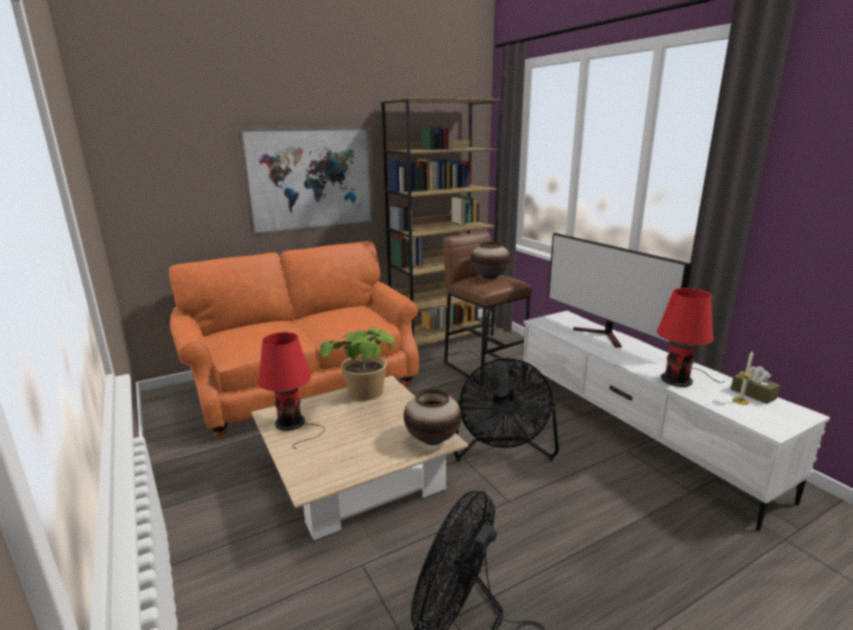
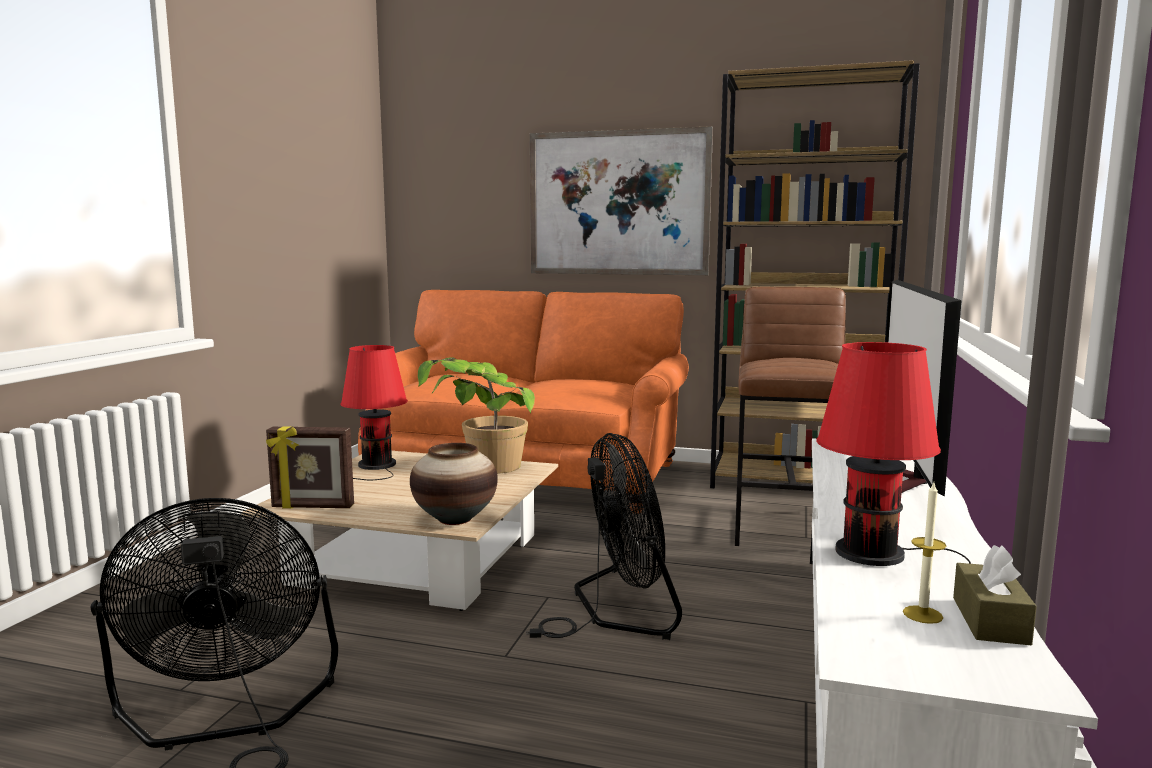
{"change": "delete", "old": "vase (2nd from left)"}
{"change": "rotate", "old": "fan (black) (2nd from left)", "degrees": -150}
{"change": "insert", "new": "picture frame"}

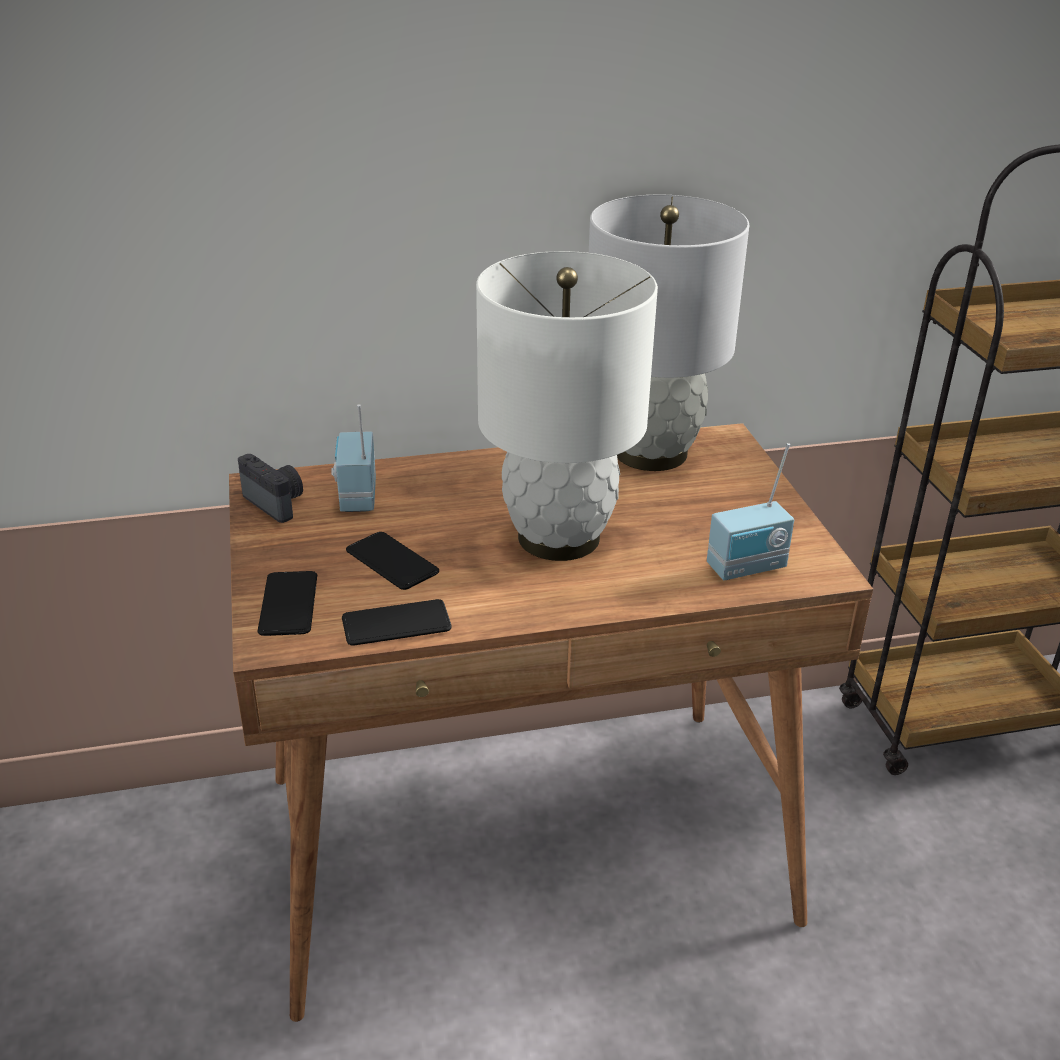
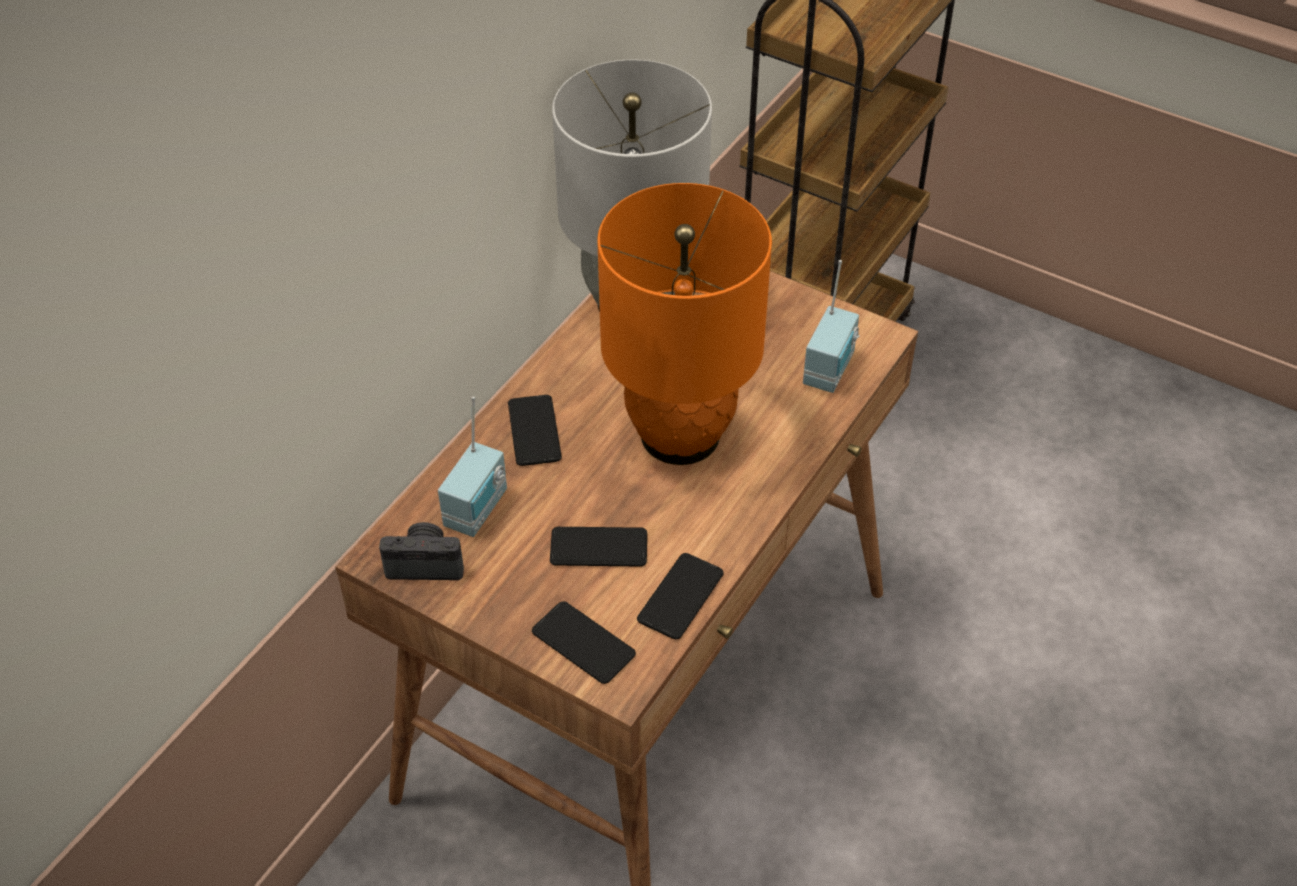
{"change": "recolor", "old": "table lamp (white) (1st from left)", "new": "table lamp (orange)"}
{"change": "rotate", "old": "radio (1st from left)", "degrees": -105}
{"change": "insert", "new": "phone (1st from left)"}

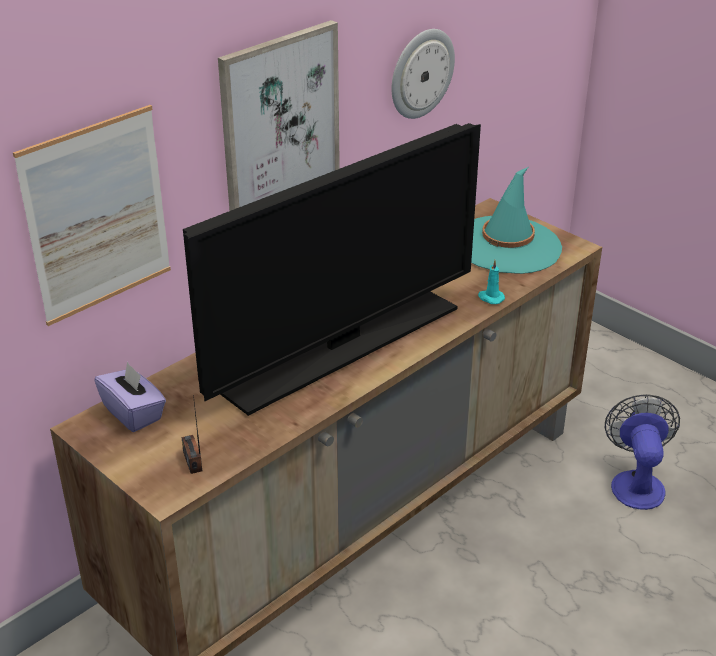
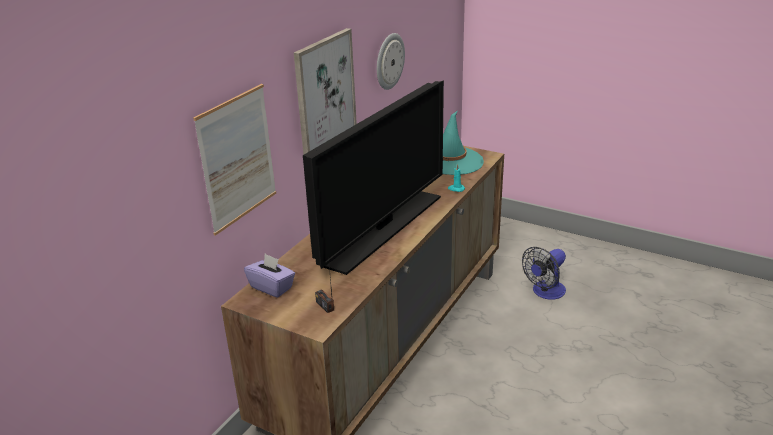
{"change": "rotate", "old": "fan", "degrees": -120}

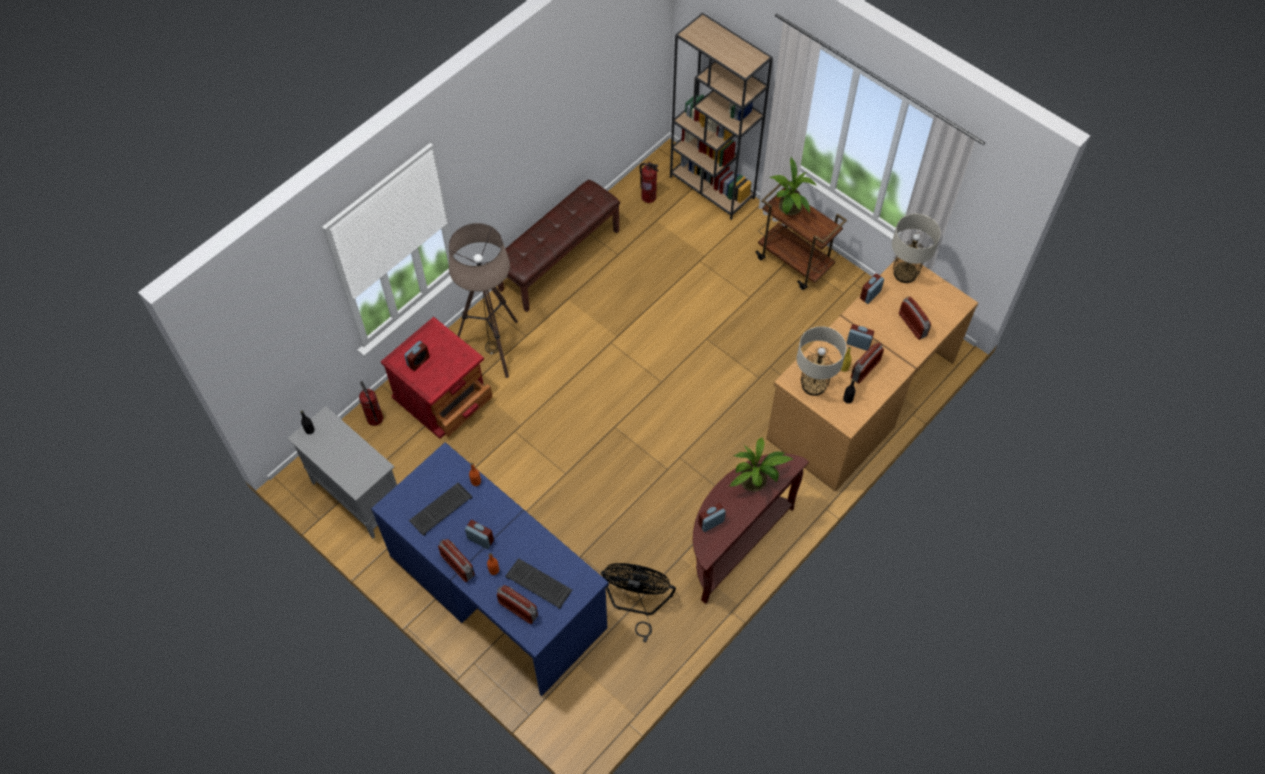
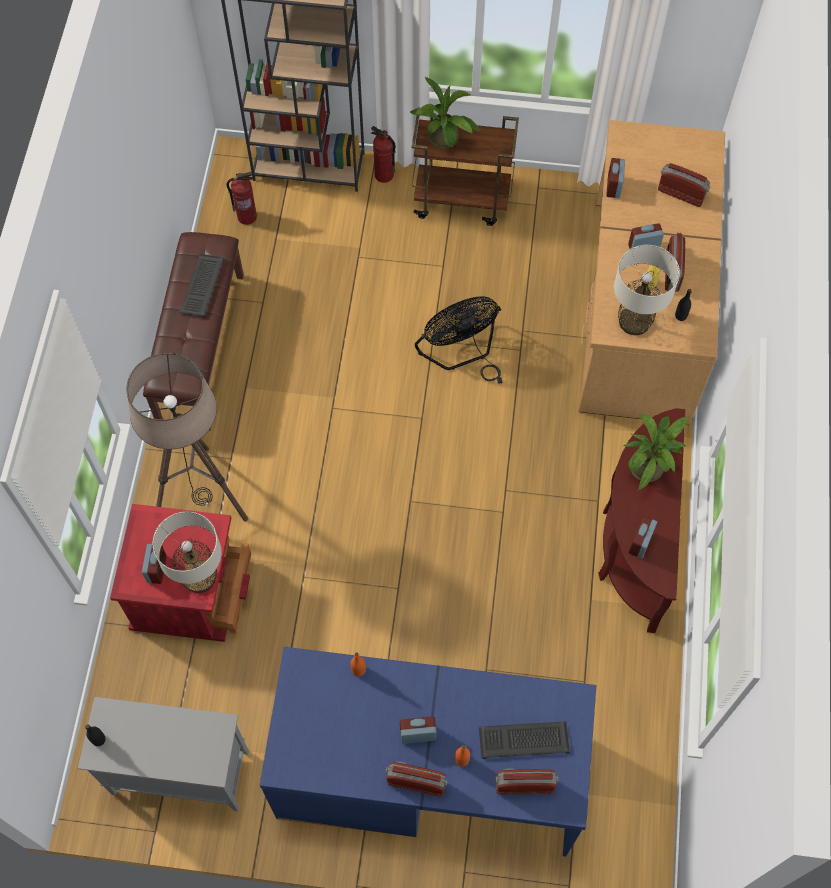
{"change": "move", "old": "table lamp (2nd from left in the first image)", "new": "table lamp (1st from left)"}
{"change": "move", "old": "fire extinguisher (1st from left in the first image)", "new": "fire extinguisher (2nd from left)"}
{"change": "move", "old": "keyboard (1st from left)"}
{"change": "move", "old": "fan (black)"}

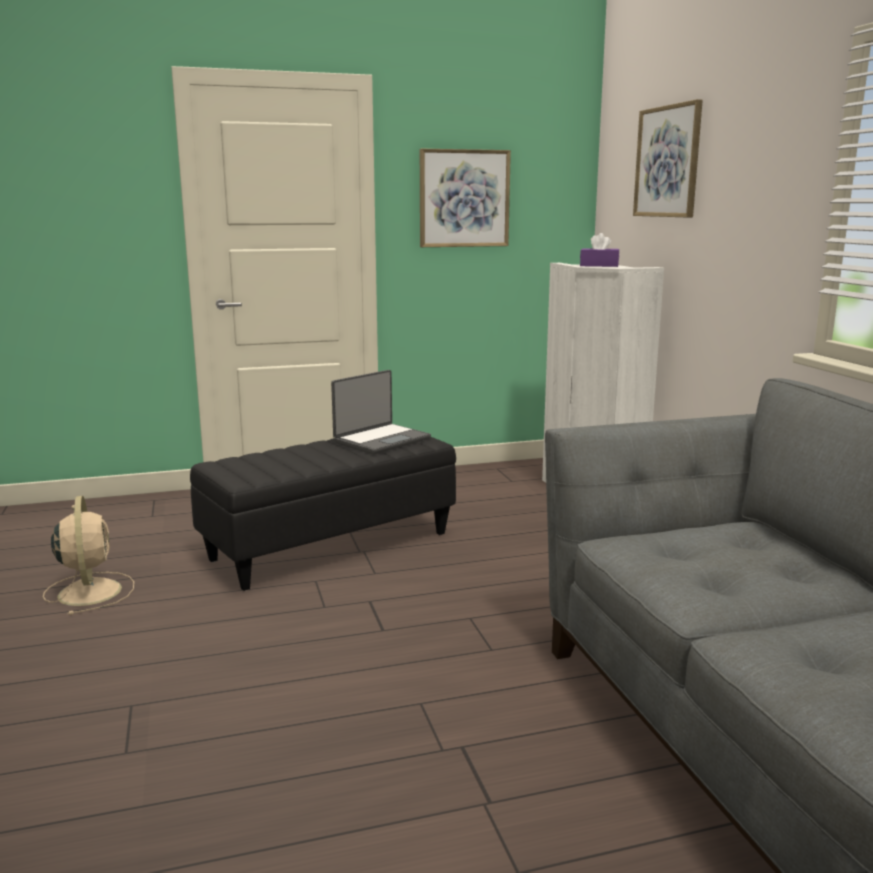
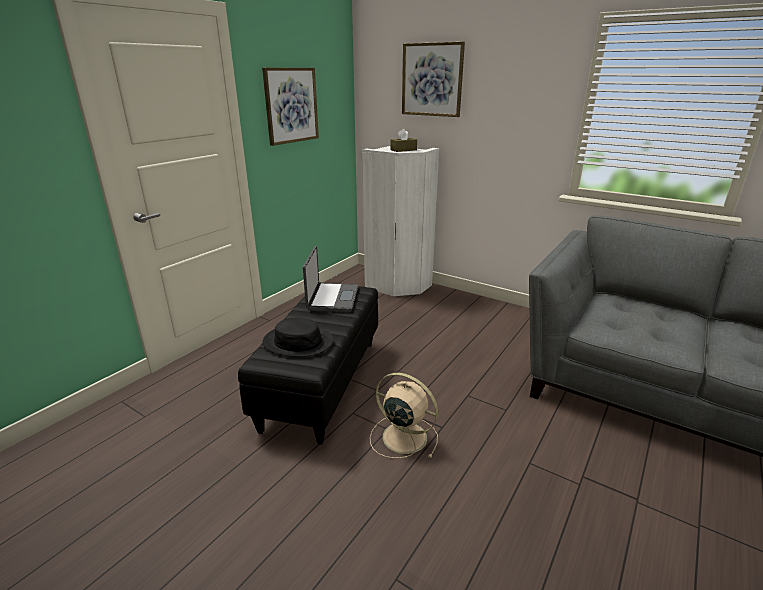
{"change": "recolor", "old": "tissue box (purple)", "new": "tissue box (brown)"}
{"change": "move", "old": "fan (beige)"}
{"change": "insert", "new": "hat (black)"}

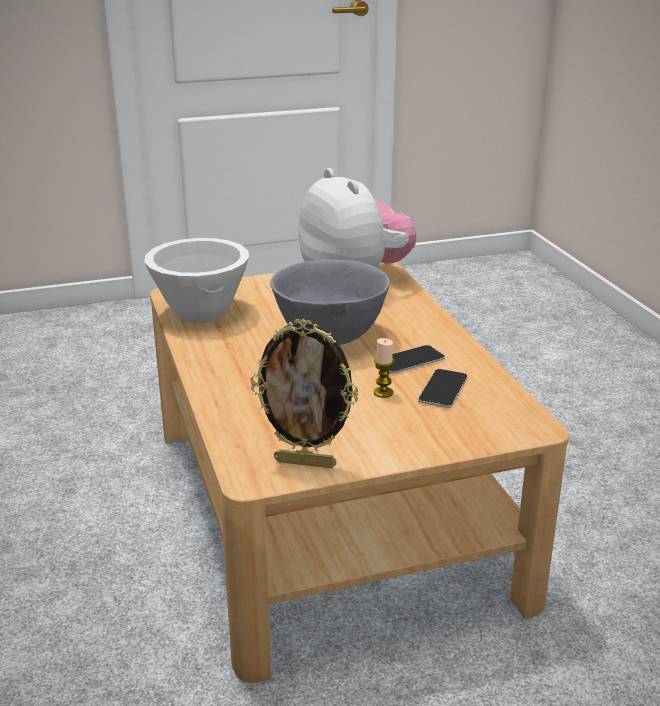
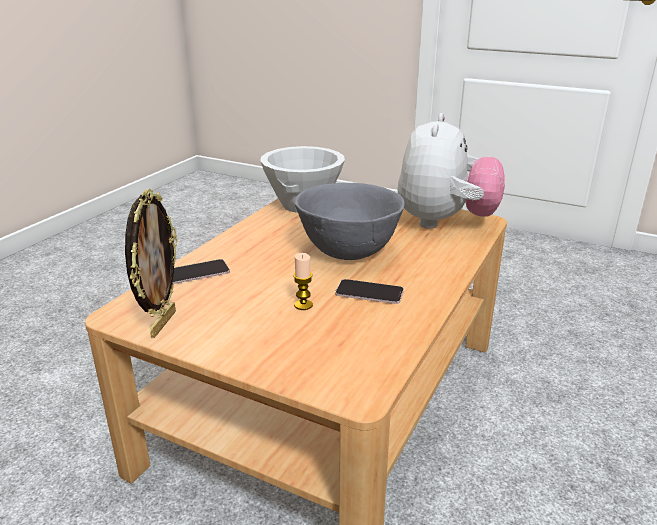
{"change": "rotate", "old": "picture frame", "degrees": -135}
{"change": "move", "old": "phone (2nd from left in the first image)", "new": "phone (1st from left)"}

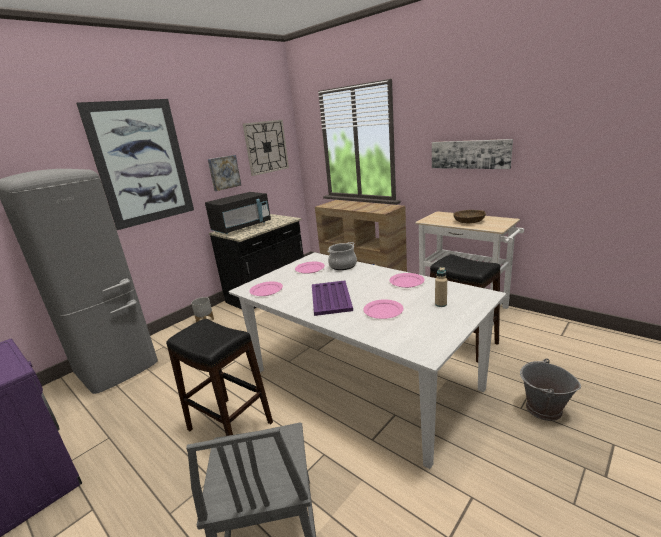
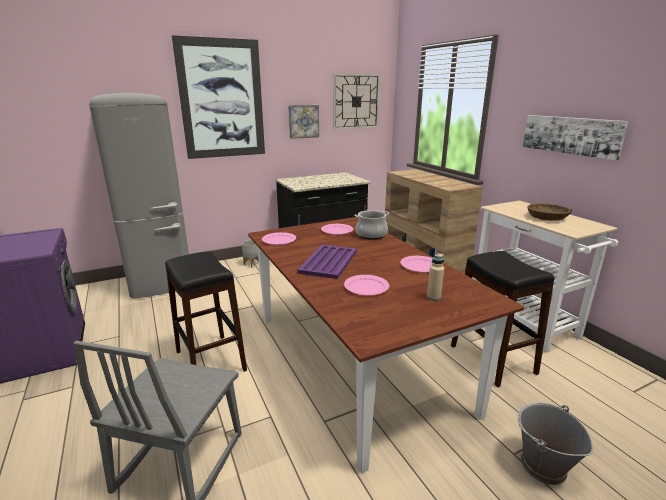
{"change": "delete", "old": "microwave (black)"}
{"change": "recolor", "old": "dining table (white)", "new": "dining table (brown)"}

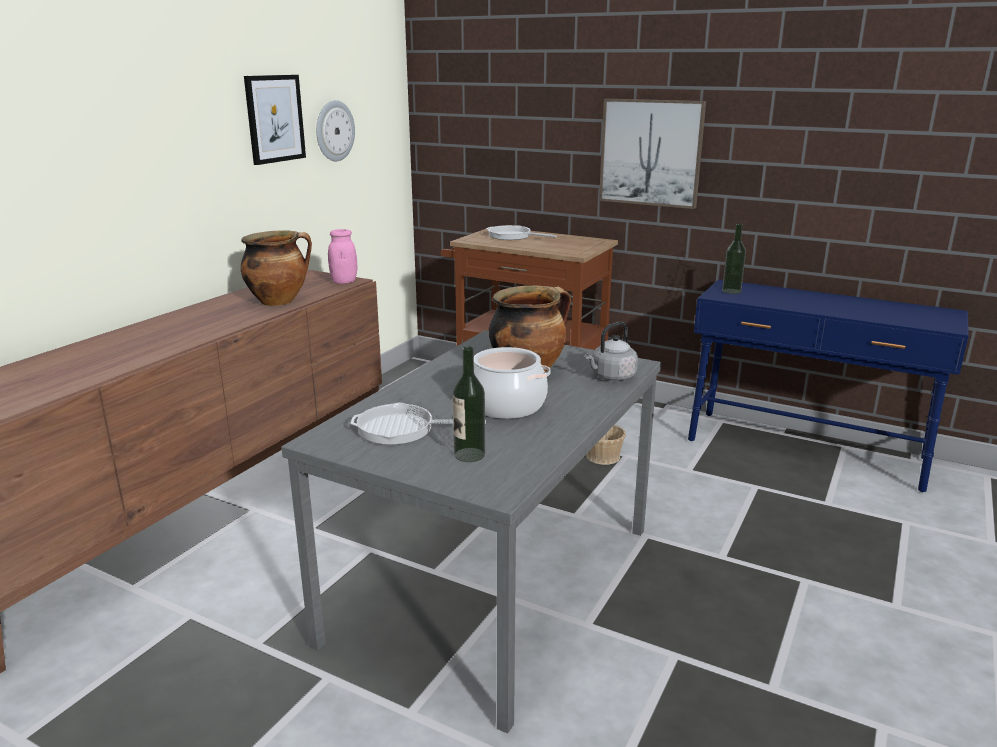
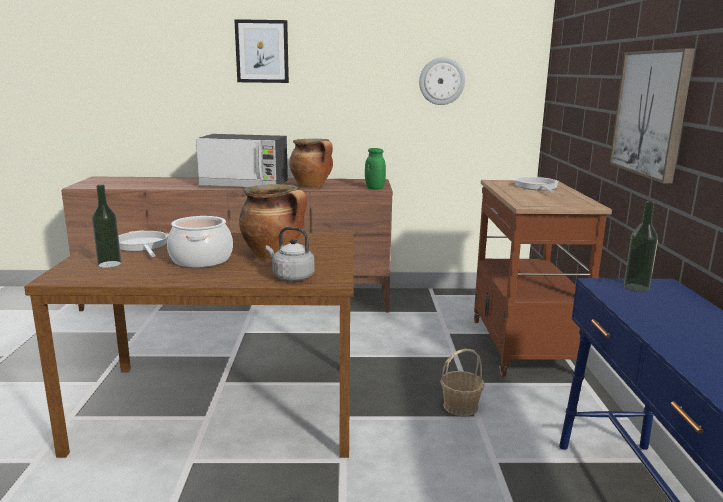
{"change": "move", "old": "picture (1st from left)"}
{"change": "recolor", "old": "jar (pink)", "new": "jar (green)"}
{"change": "recolor", "old": "dining table (grey)", "new": "dining table (brown)"}
{"change": "insert", "new": "microwave"}

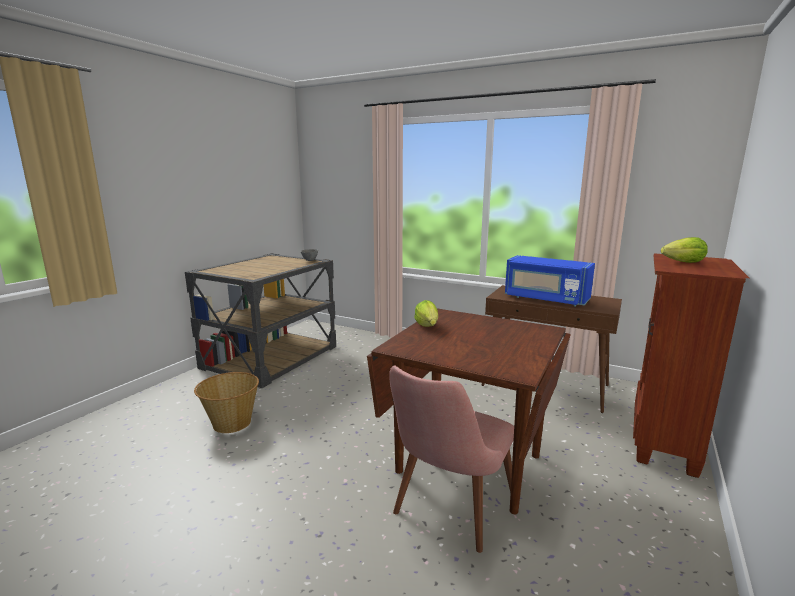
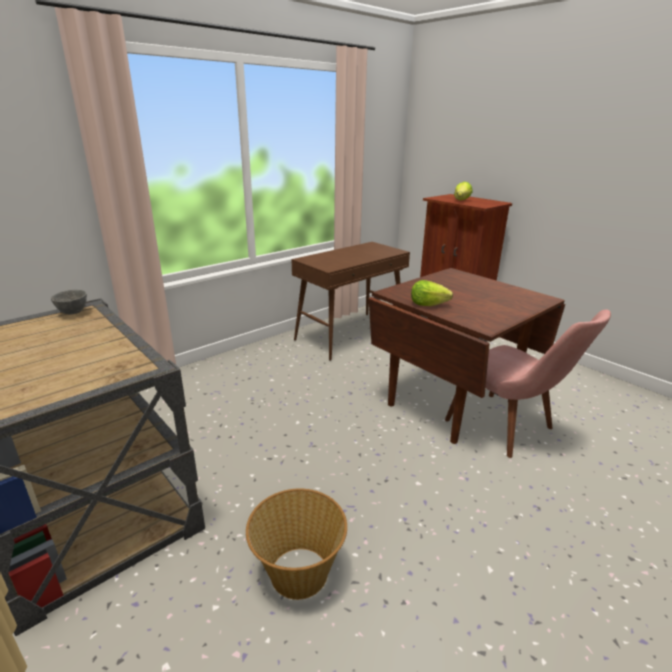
{"change": "delete", "old": "microwave (blue)"}

